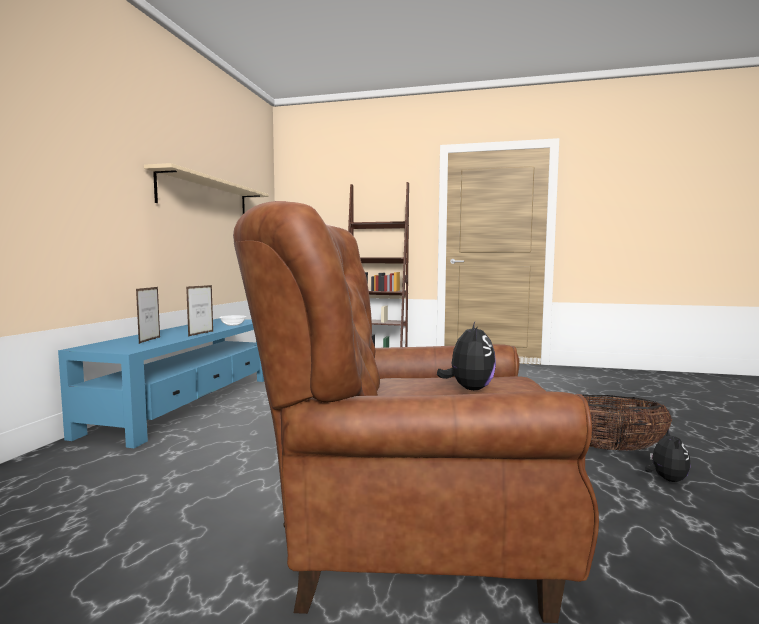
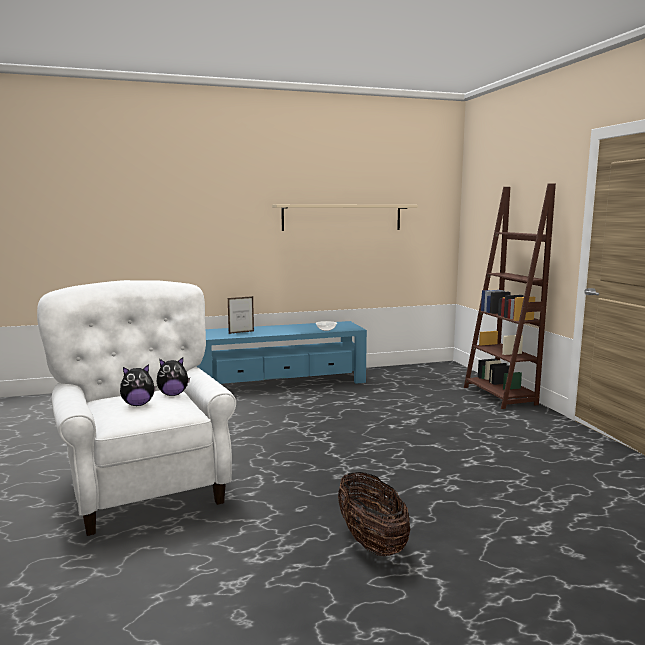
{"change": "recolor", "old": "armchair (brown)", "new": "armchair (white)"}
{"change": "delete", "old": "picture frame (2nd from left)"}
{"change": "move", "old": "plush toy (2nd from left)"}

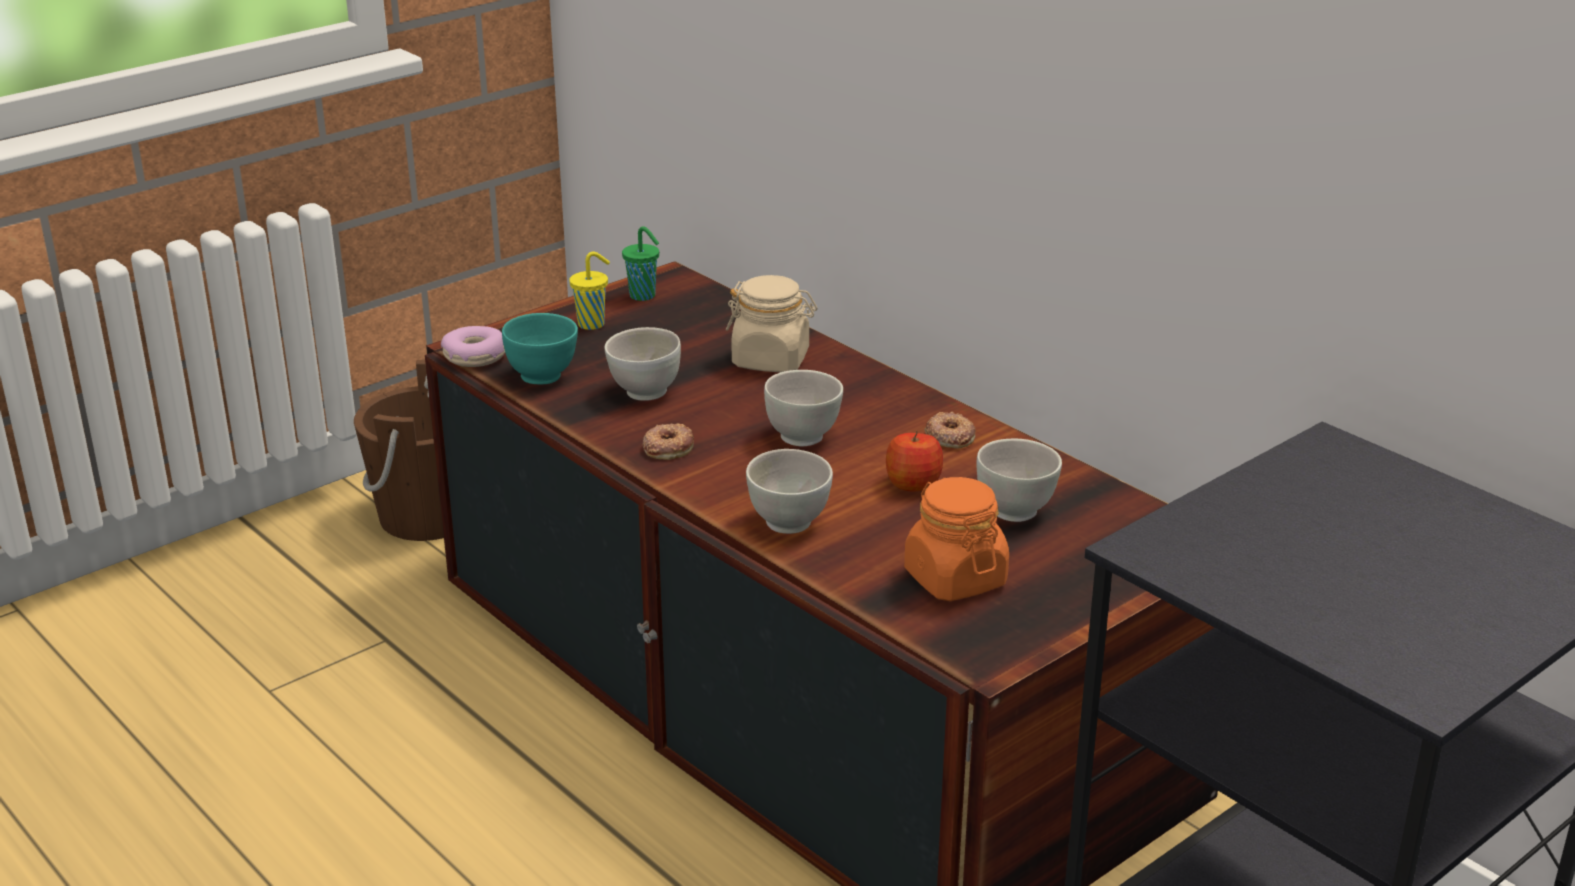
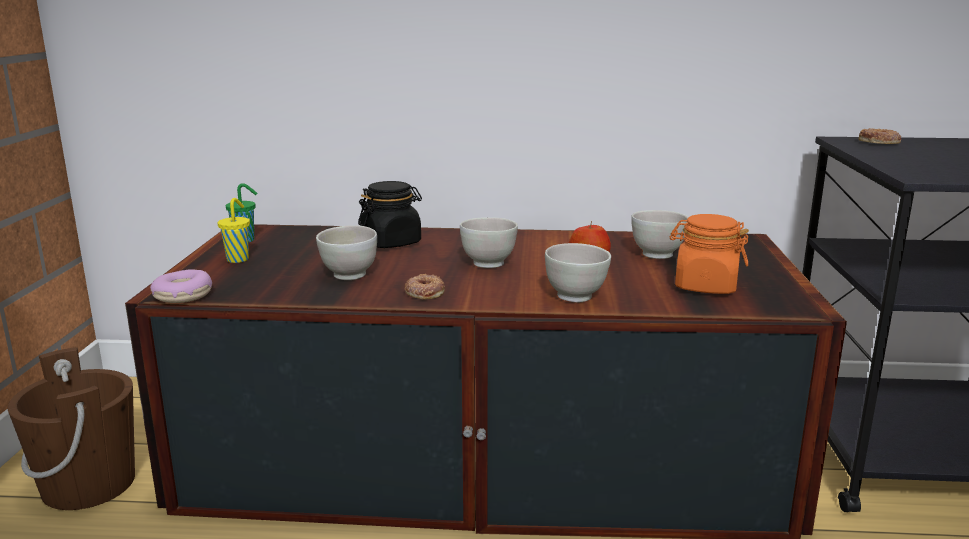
{"change": "recolor", "old": "jar (beige)", "new": "jar (black)"}
{"change": "delete", "old": "bowl (turquoise)"}
{"change": "move", "old": "donut (3rd from left)"}

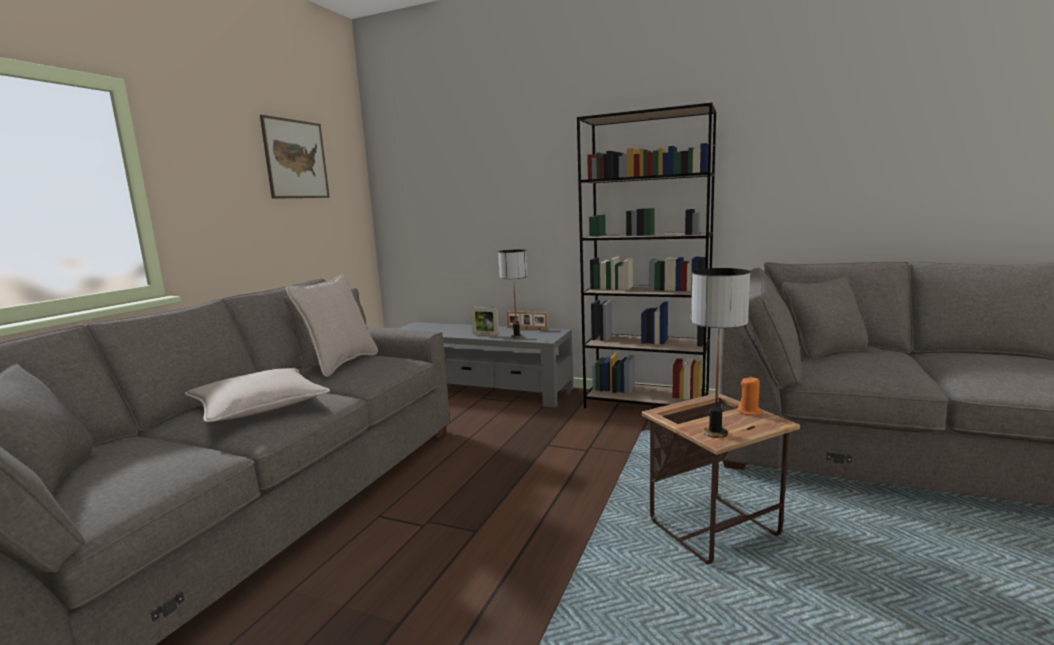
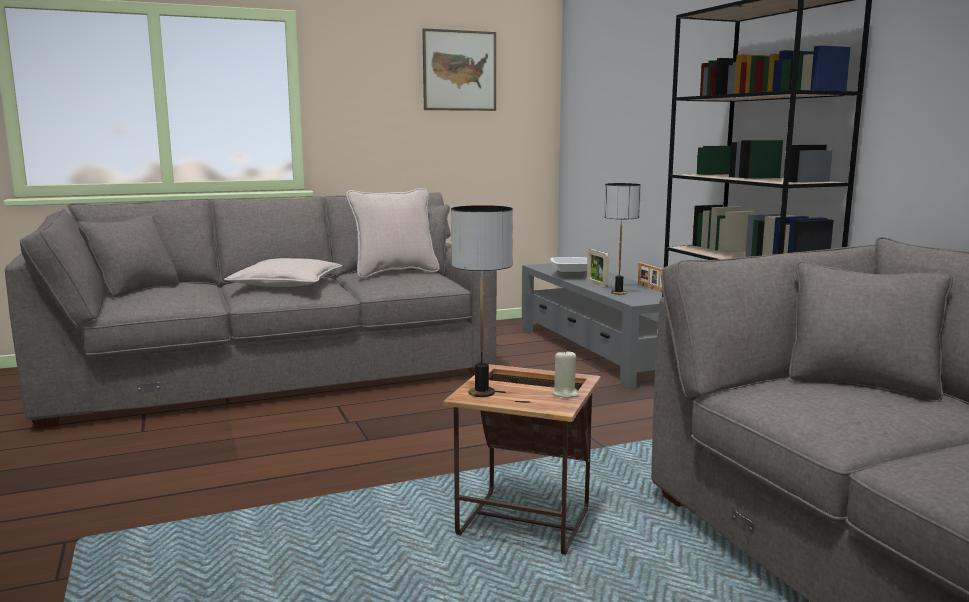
{"change": "recolor", "old": "candle (orange)", "new": "candle (beige)"}
{"change": "insert", "new": "bowl"}

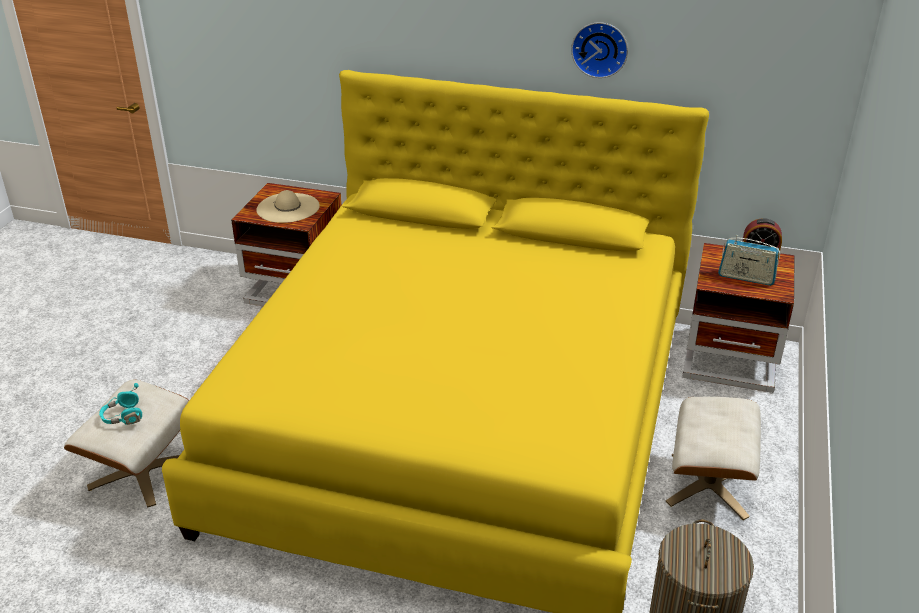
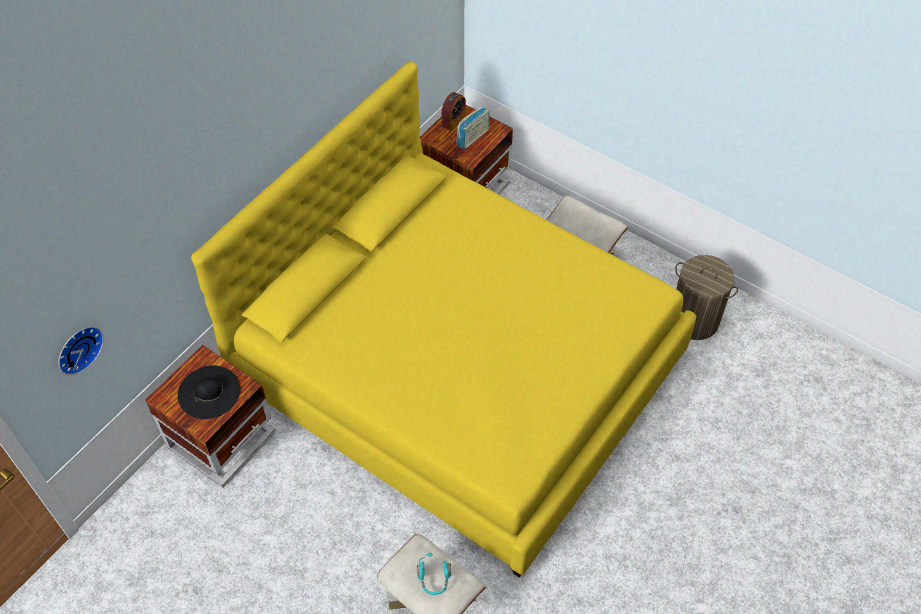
{"change": "move", "old": "wall clock"}
{"change": "recolor", "old": "hat (beige)", "new": "hat (black)"}

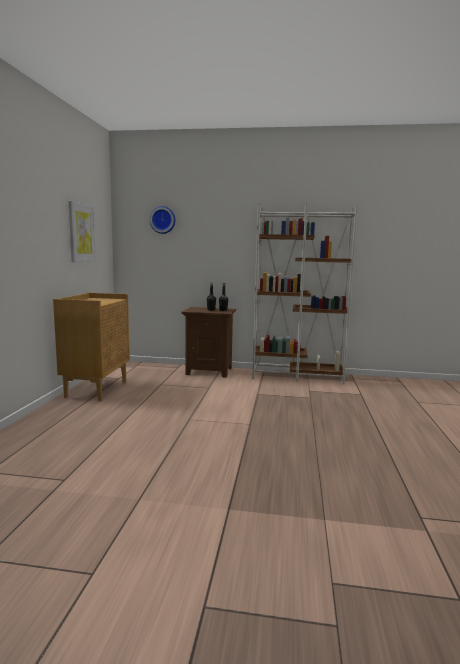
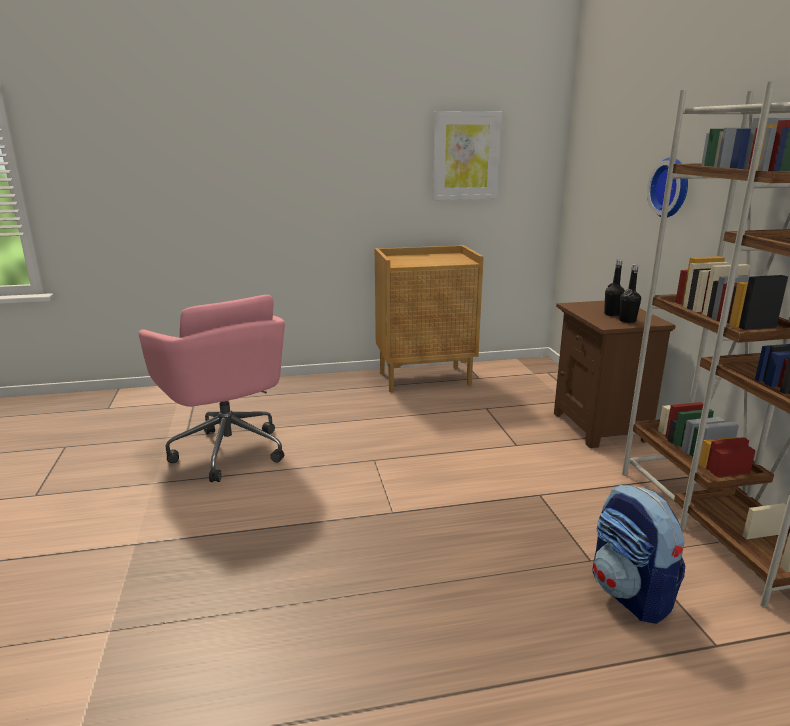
{"change": "move", "old": "wall clock"}
{"change": "insert", "new": "office chair (pink)"}
{"change": "insert", "new": "backpack"}

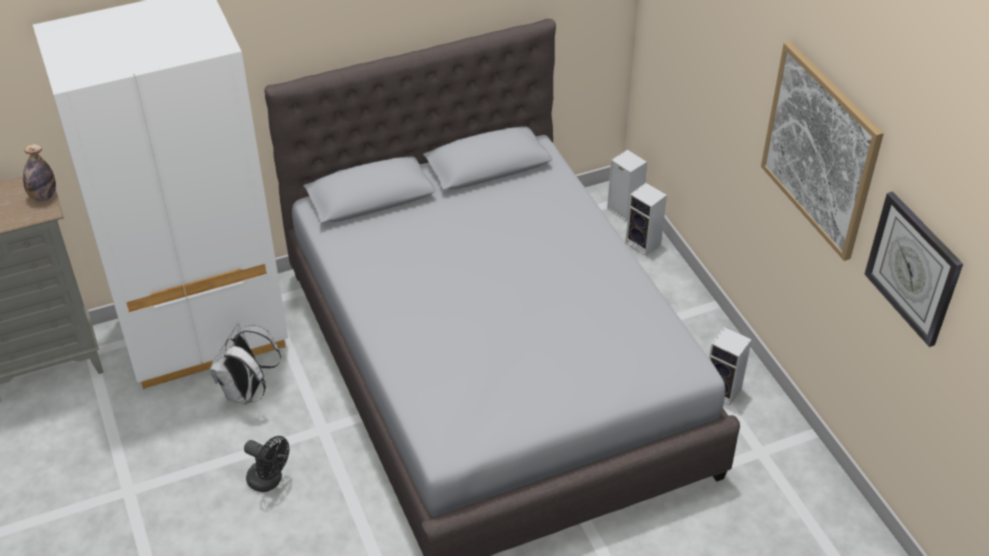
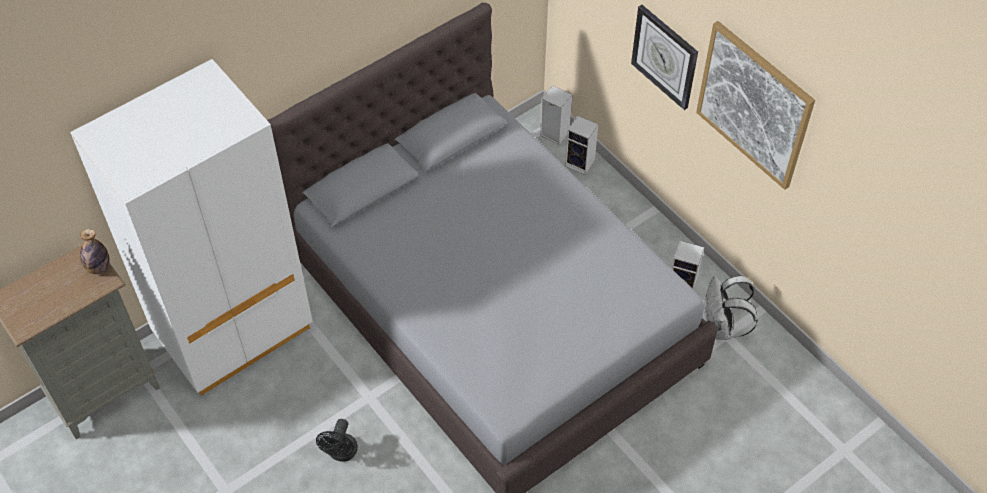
{"change": "move", "old": "wall clock"}
{"change": "move", "old": "backpack (white)"}
{"change": "rotate", "old": "fan (black)", "degrees": 90}

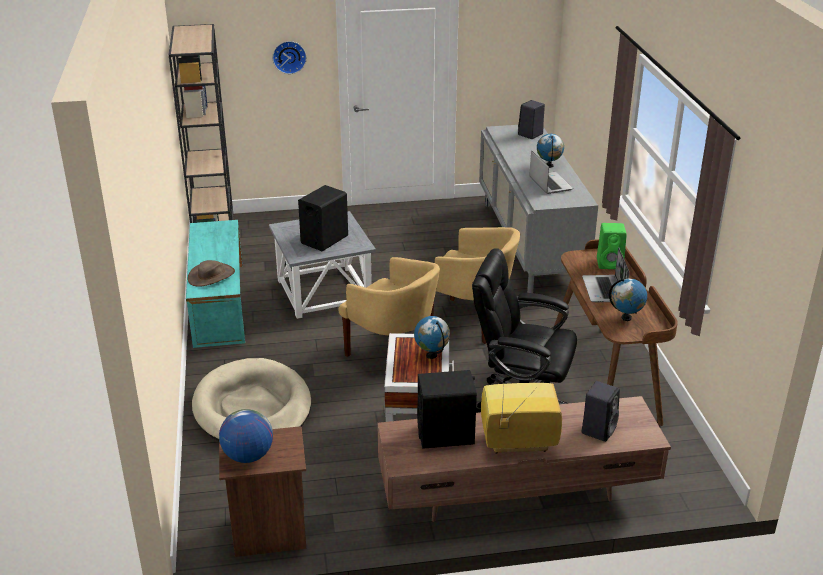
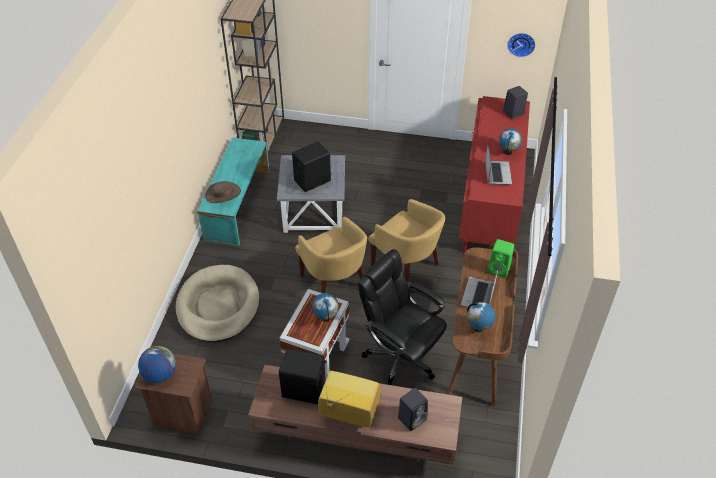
{"change": "move", "old": "wall clock"}
{"change": "recolor", "old": "cabinet (grey)", "new": "cabinet (red)"}

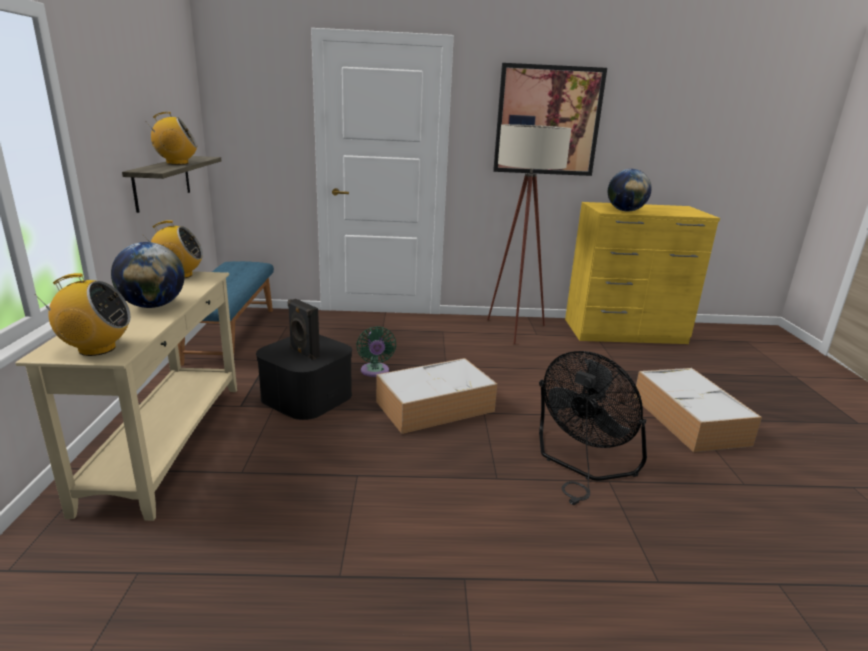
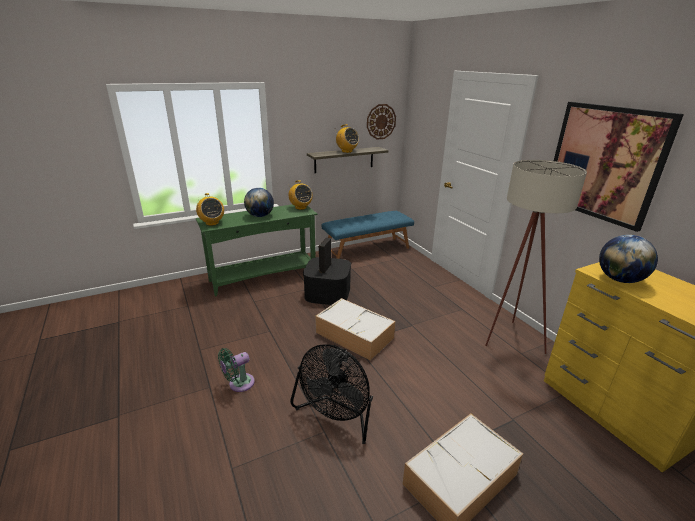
{"change": "recolor", "old": "console table (beige)", "new": "console table (green)"}
{"change": "move", "old": "fan (green)"}
{"change": "rotate", "old": "fan (black)", "degrees": 105}
{"change": "insert", "new": "wall clock"}

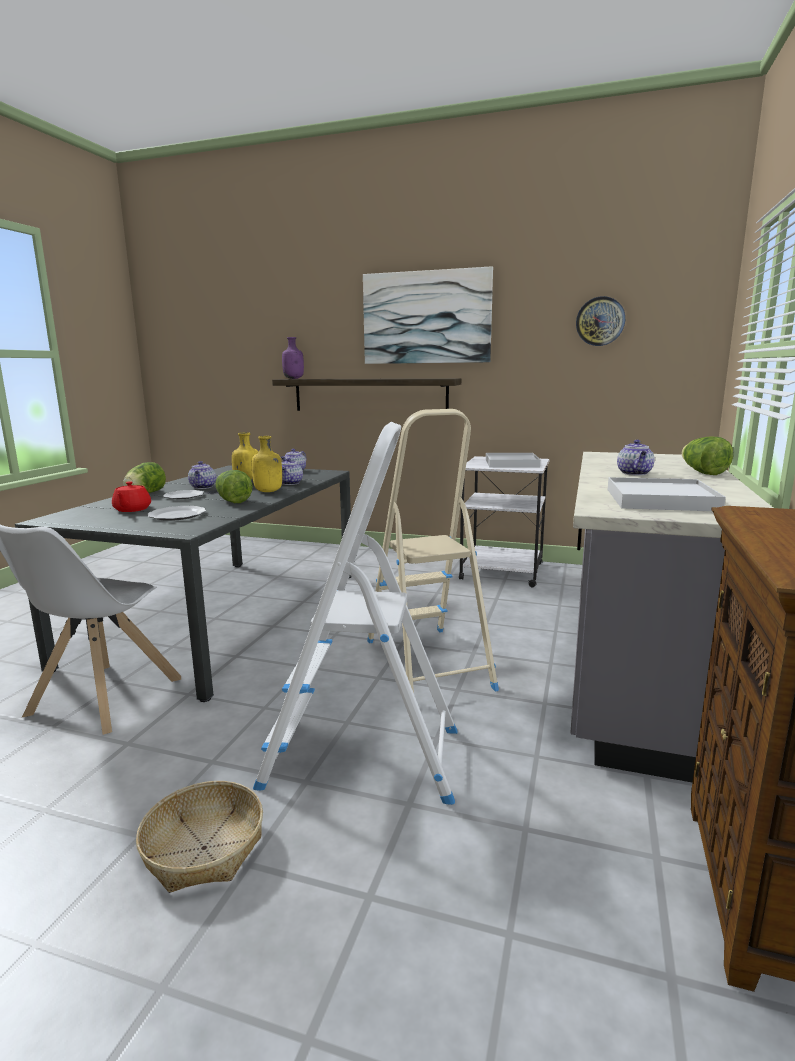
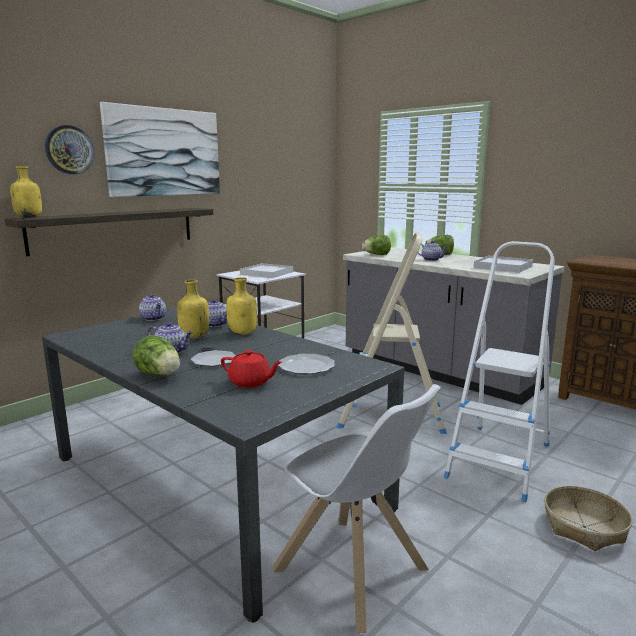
{"change": "move", "old": "wall clock"}
{"change": "recolor", "old": "bottle (purple)", "new": "bottle (yellow) (1st from left)"}
{"change": "move", "old": "lettuce (2nd from left)"}

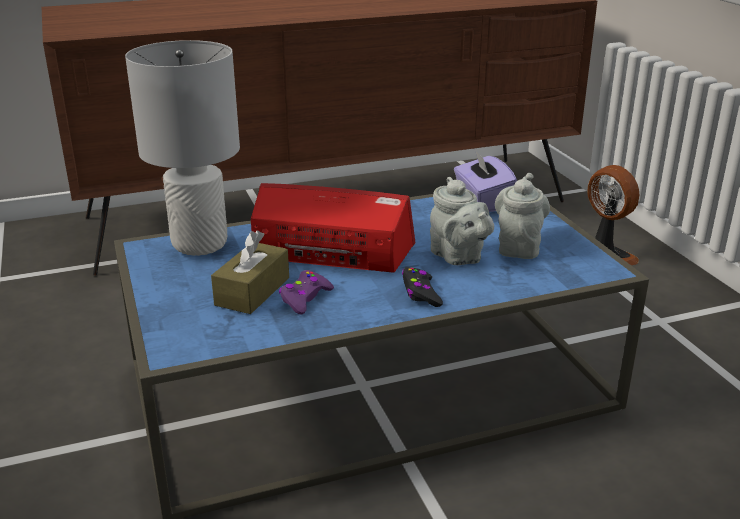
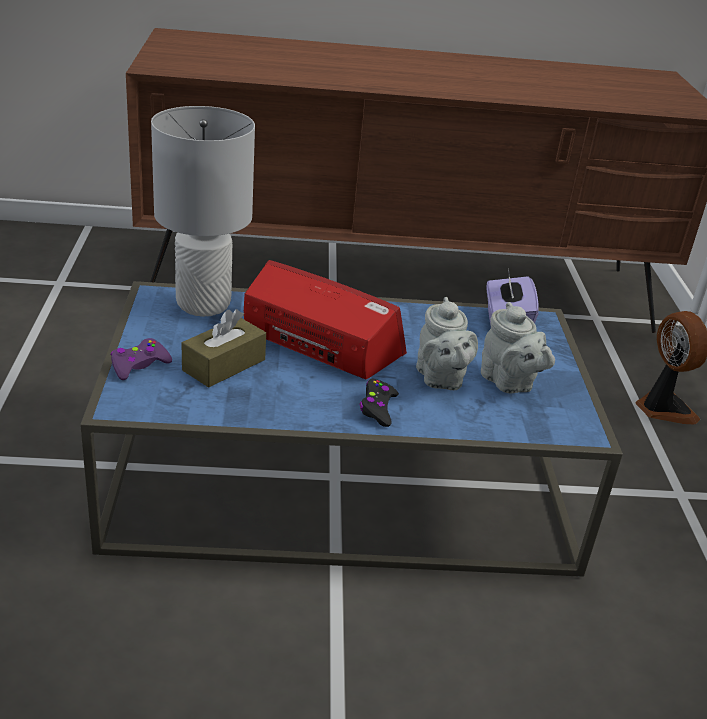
{"change": "rotate", "old": "teapot (grey) (2nd from left)", "degrees": 120}
{"change": "move", "old": "game controller (purple)"}

